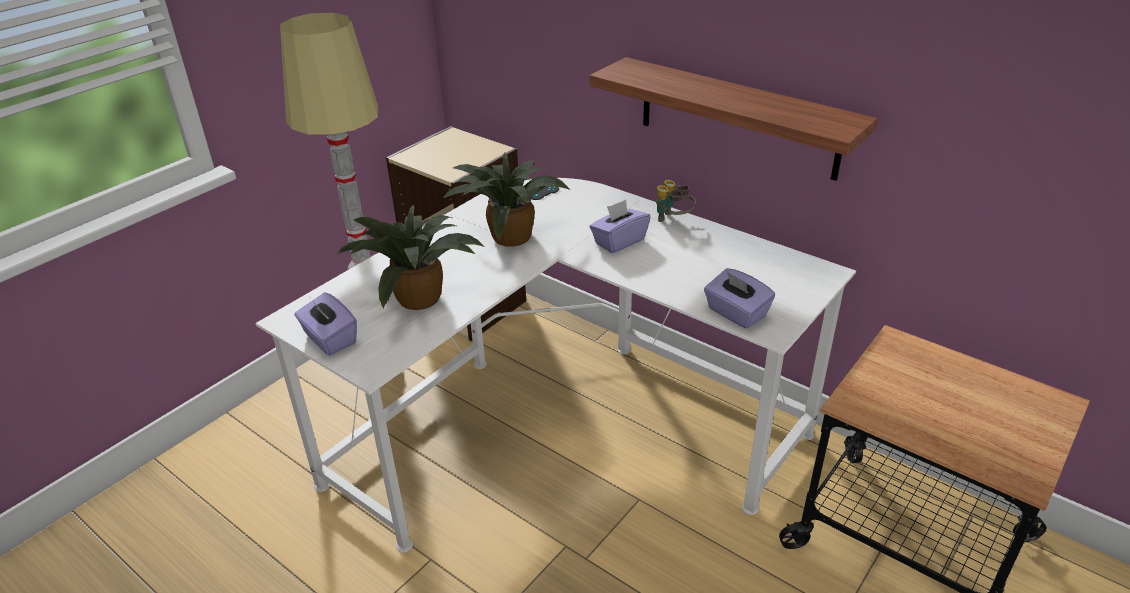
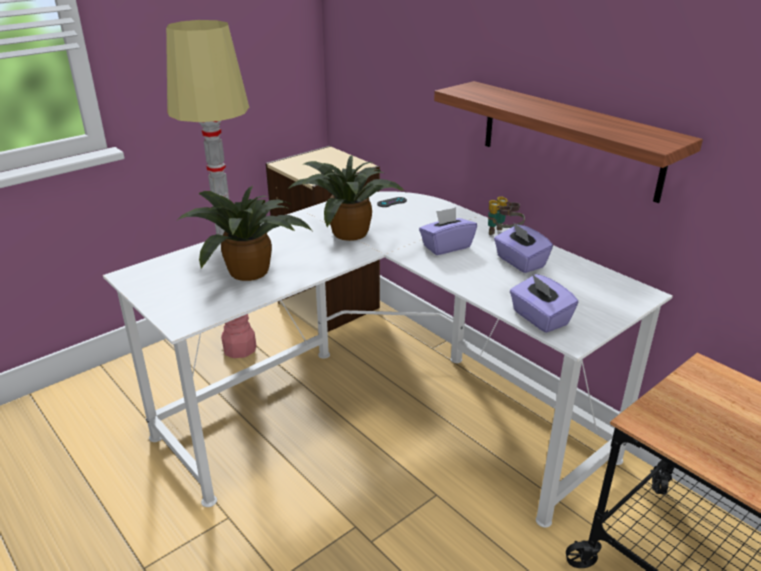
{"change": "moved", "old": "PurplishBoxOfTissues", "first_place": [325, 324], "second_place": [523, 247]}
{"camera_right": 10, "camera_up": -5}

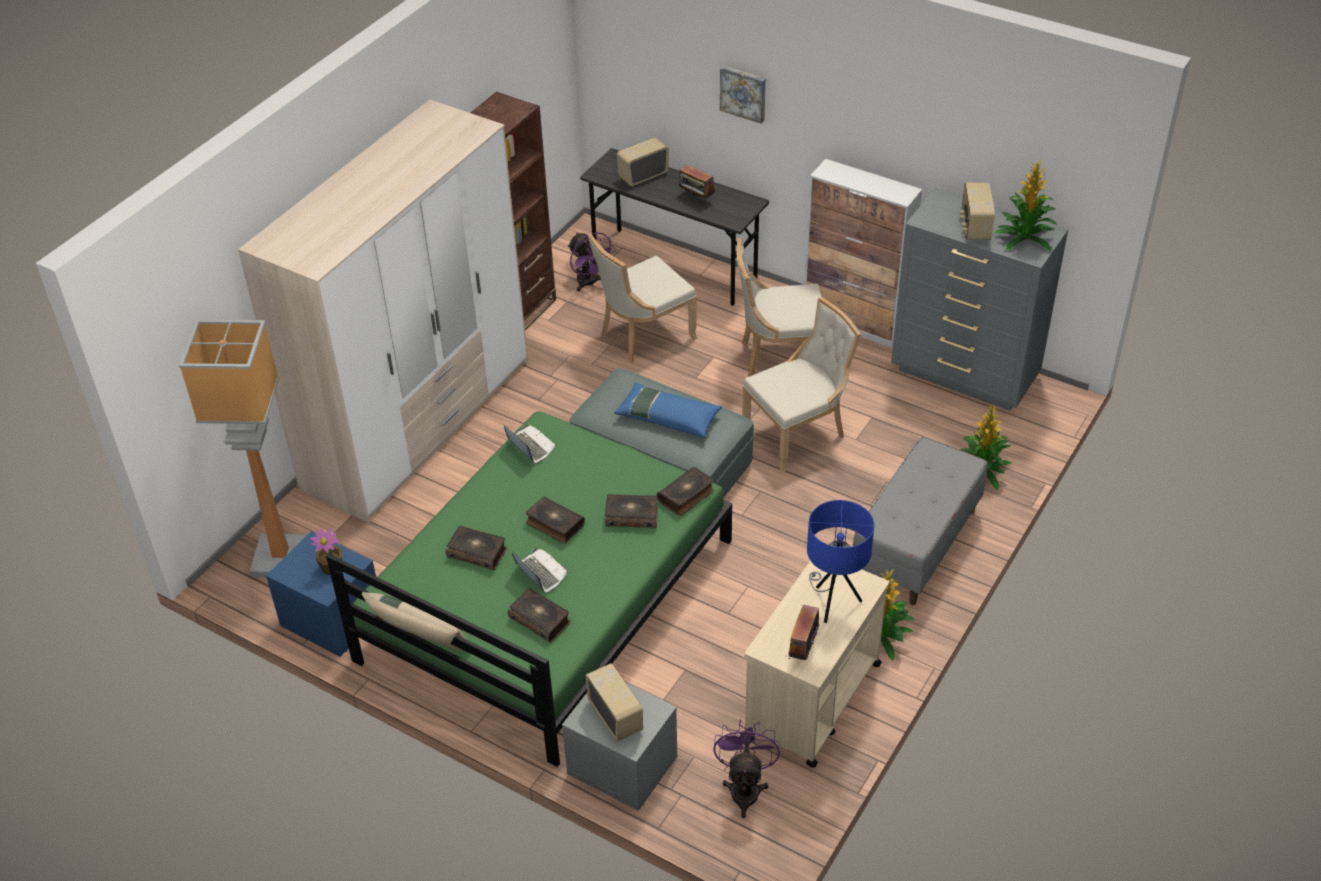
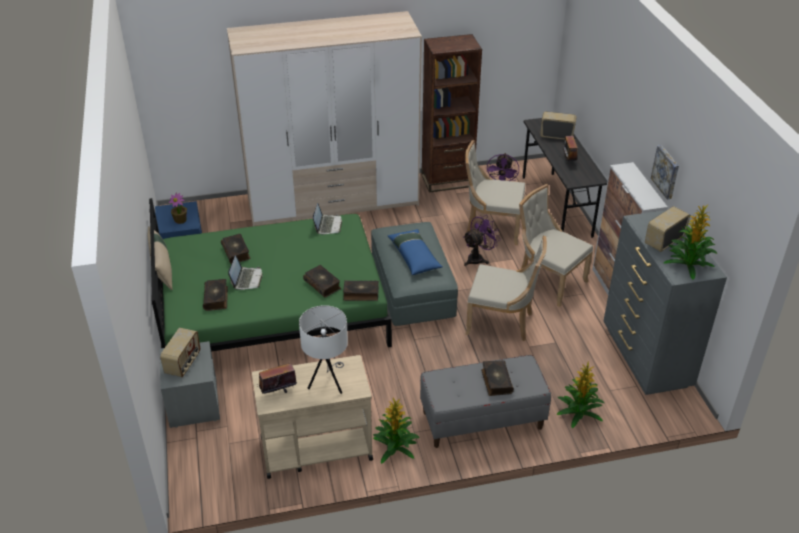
{"change": "moved", "old": "Picture", "first_place": [743, 95], "second_place": [665, 172]}
{"change": "removed", "old": "FloorLamp", "first_place": [243, 449]}
{"change": "moved", "old": "BoundBook", "first_place": [555, 520], "second_place": [497, 378]}
{"change": "recoloured", "old": "BluishTableLamp", "new": "WhiteTableLamp", "first_place": [840, 561], "second_place": [323, 349]}
{"change": "moved", "old": "PurplishElectricFan", "first_place": [747, 769], "second_place": [482, 240]}
{"camera_right": 45, "camera_up": -5}

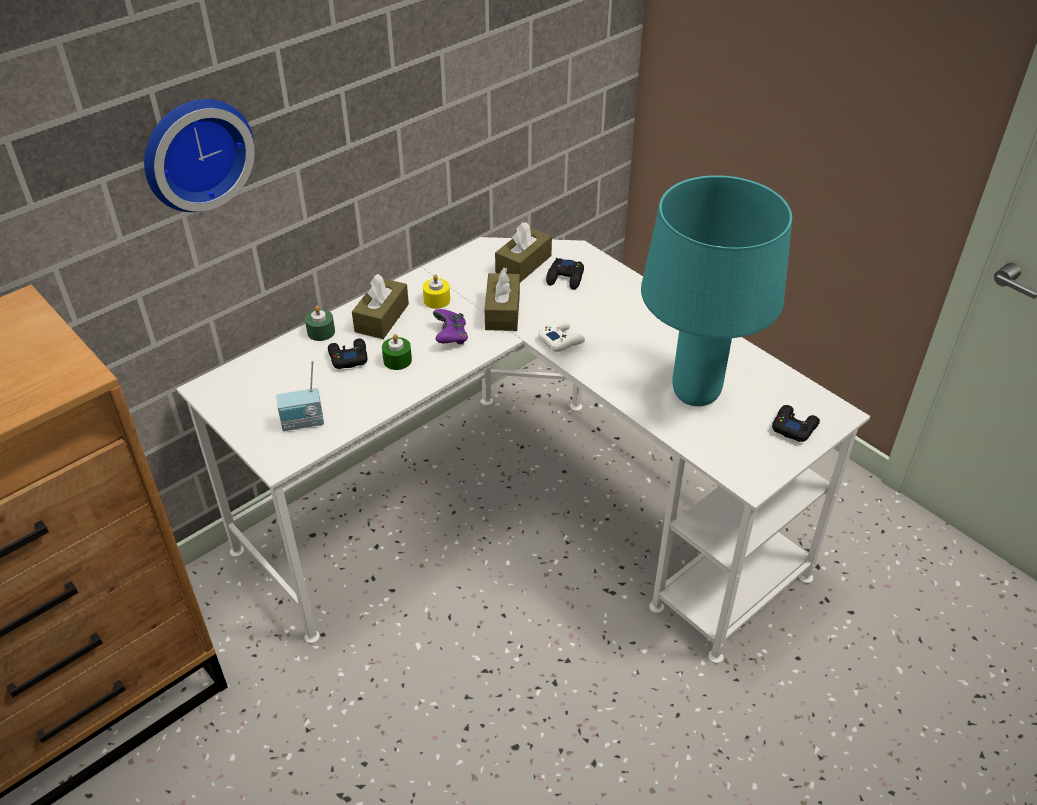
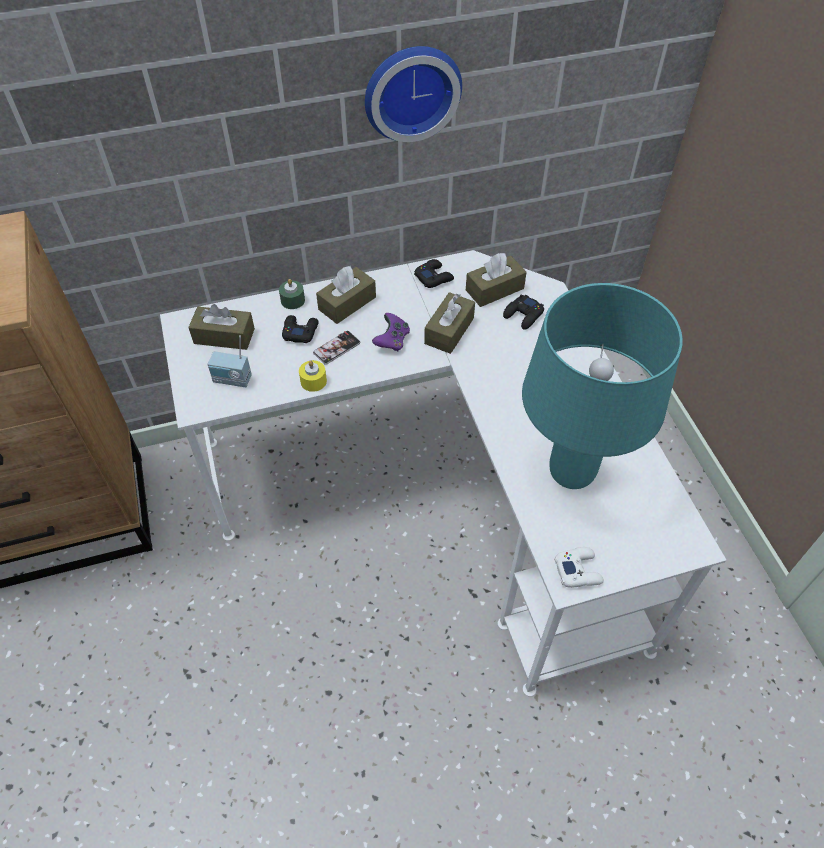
{"change": "moved", "old": "WallClock", "first_place": [199, 155], "second_place": [413, 94]}
{"change": "moved", "old": "YellowWaxLight", "first_place": [436, 291], "second_place": [313, 376]}
{"change": "moved", "old": "WhiteGameController", "first_place": [561, 335], "second_place": [579, 567]}
{"change": "replaced", "old": "GreenishWaxLight", "new": "Handset", "first_place": [397, 352], "second_place": [336, 348]}
{"change": "moved", "old": "BlackishGameController", "first_place": [796, 423], "second_place": [434, 273]}
{"change": "added", "new": "BrownBoxOfTissues", "second_place": [221, 327]}
{"camera_right": 25, "camera_up": 10}

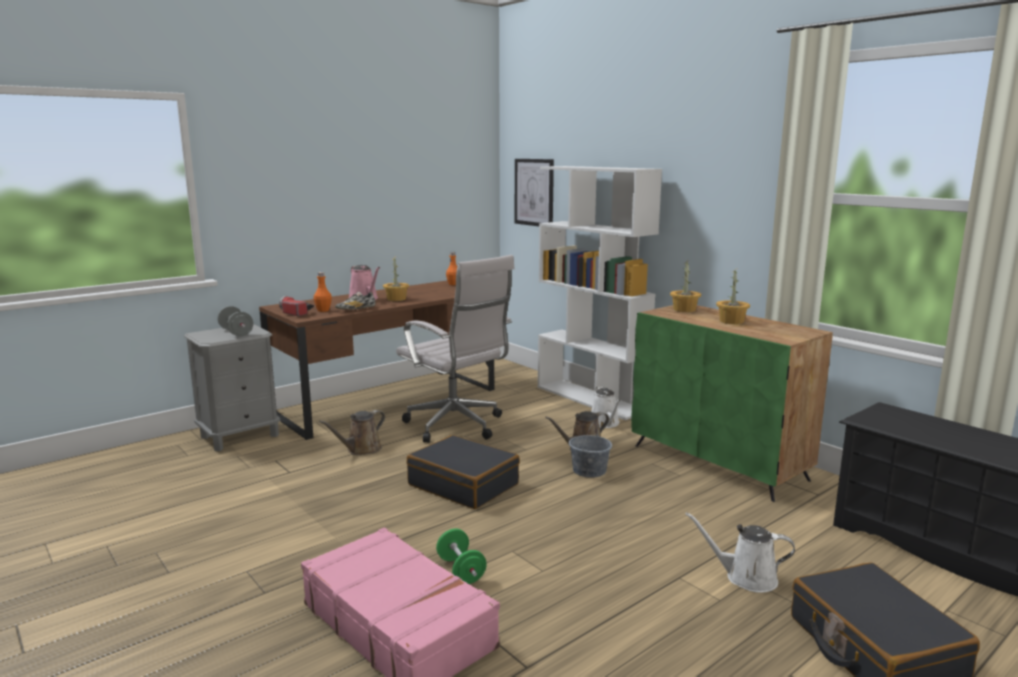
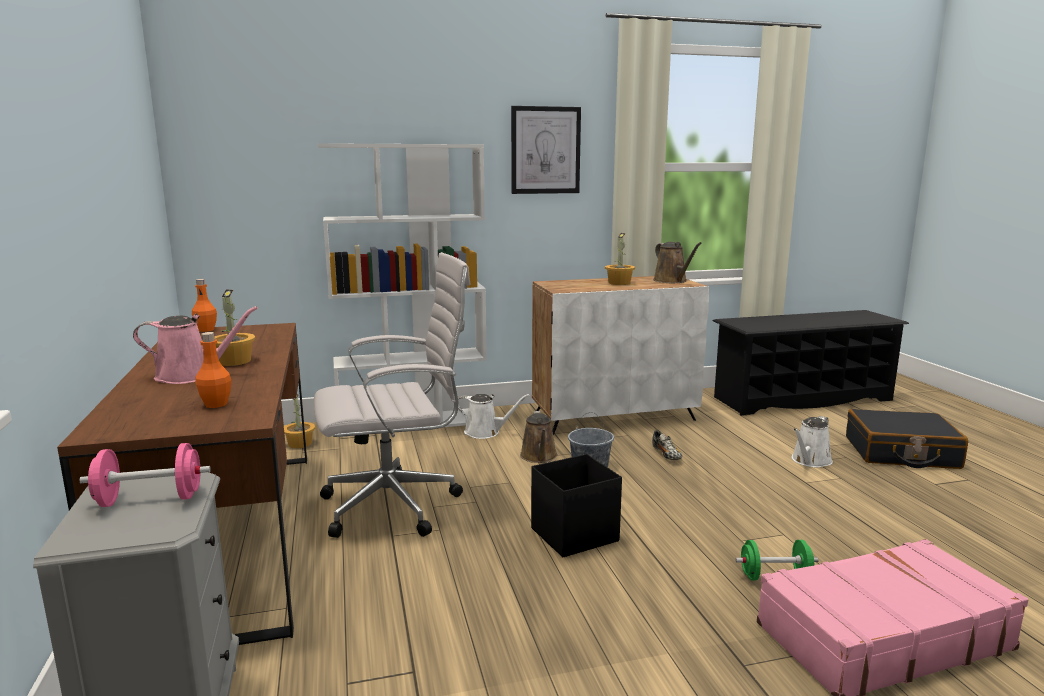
{"change": "moved", "old": "Picture", "first_place": [534, 192], "second_place": [546, 150]}
{"change": "moved", "old": "Houseplant", "first_place": [685, 286], "second_place": [299, 421]}
{"change": "moved", "old": "LowShoe", "first_place": [355, 300], "second_place": [667, 445]}
{"change": "removed", "old": "Torch", "first_place": [296, 306]}
{"change": "recoloured", "old": "GreenishCupboard", "new": "WhiteCupboard", "first_place": [732, 403], "second_place": [620, 355]}
{"change": "recoloured", "old": "GreyFreeWeight", "new": "PinkishFreeWeight", "first_place": [235, 321], "second_place": [145, 475]}
{"change": "moved", "old": "BrownSprinklingCan", "first_place": [352, 432], "second_place": [677, 262]}
{"change": "replaced", "old": "BlackishPieceOfLuggage", "new": "BlackishStorageBin", "first_place": [463, 472], "second_place": [576, 505]}
{"camera_right": -65, "camera_up": 0}

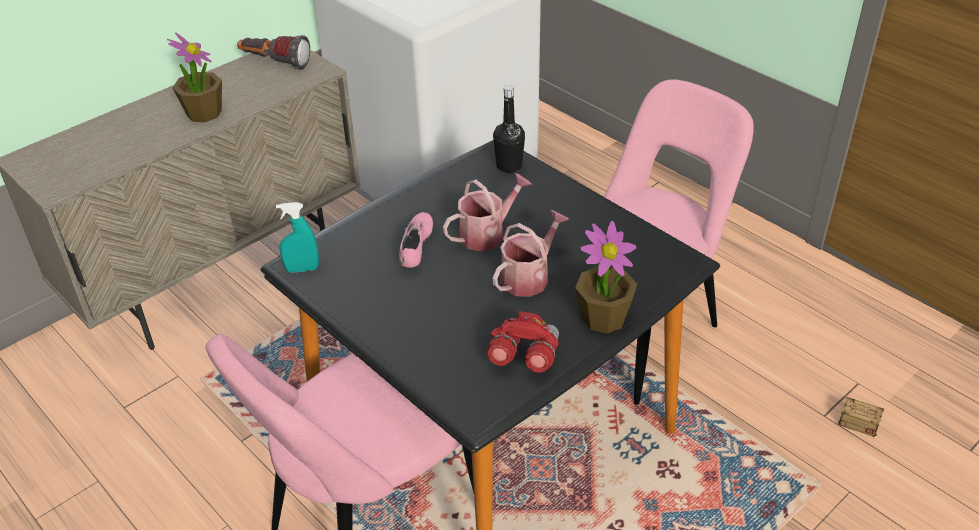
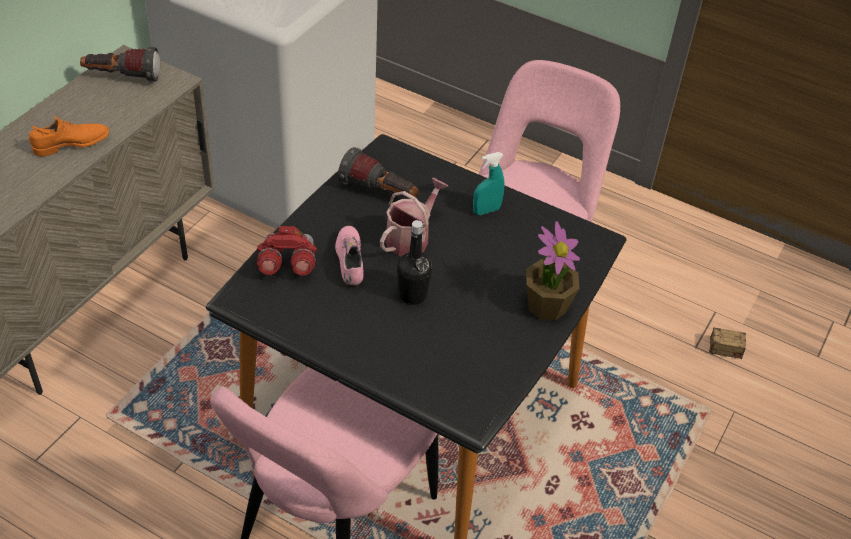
{"change": "replaced", "old": "Houseplant", "new": "OrangeyLowShoe", "first_place": [194, 77], "second_place": [69, 136]}
{"change": "moved", "old": "BlackishBottle", "first_place": [509, 129], "second_place": [414, 262]}
{"change": "moved", "old": "TurquoiseColouredSprayer", "first_place": [297, 237], "second_place": [489, 183]}
{"change": "removed", "old": "SprinklingCan", "first_place": [531, 253]}
{"change": "moved", "old": "RedColouredBinoculars", "first_place": [523, 342], "second_place": [287, 250]}
{"change": "added", "new": "Torch", "second_place": [378, 172]}
{"camera_right": -20, "camera_up": 5}

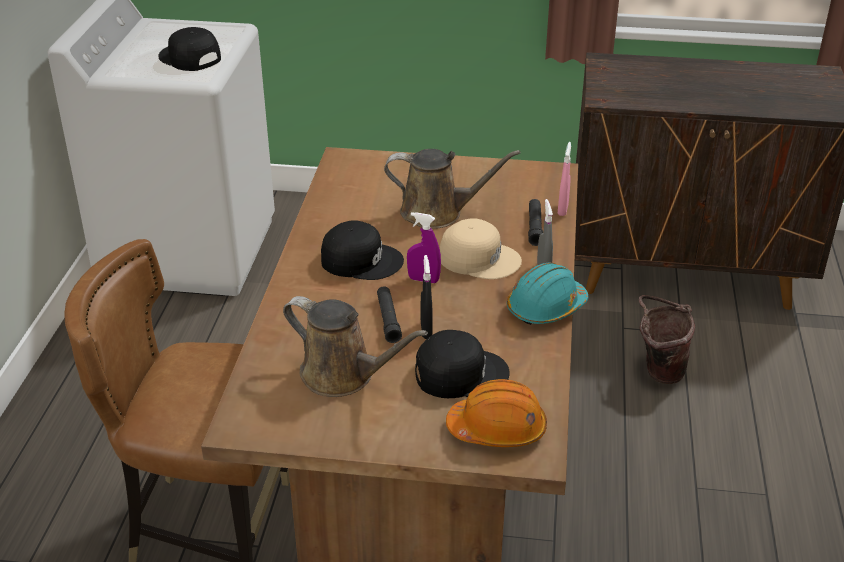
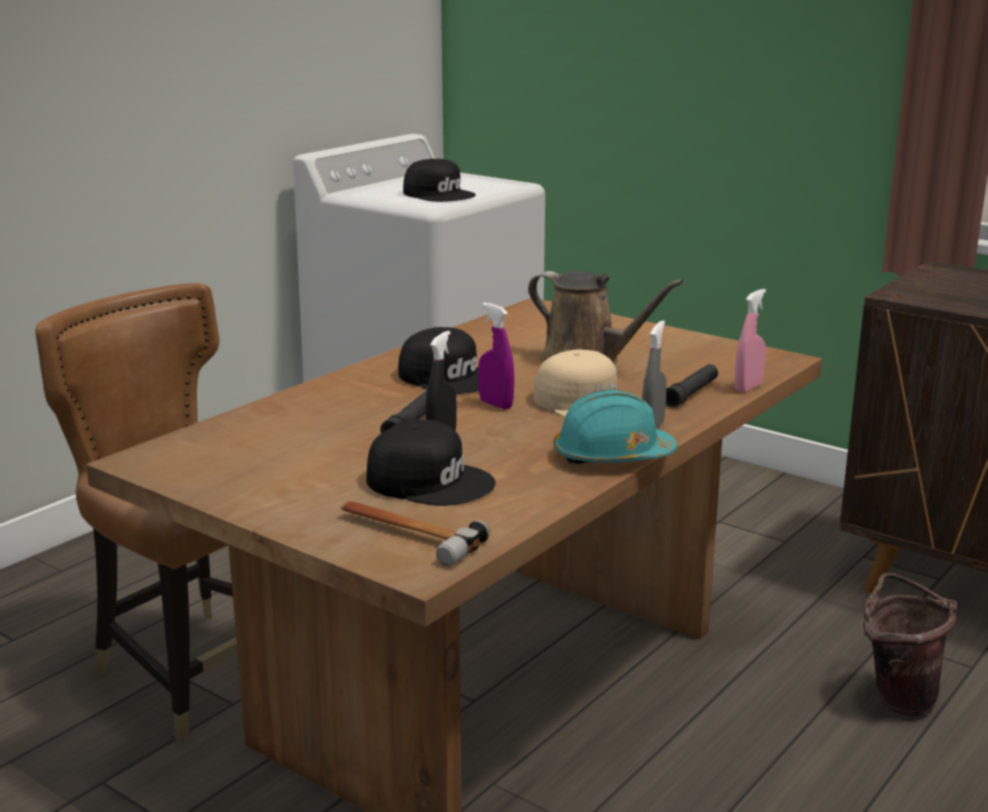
{"change": "turned", "old": "BlackishPeakedCap", "first_place": [190, 49], "second_place": [439, 180], "degrees": 150}
{"change": "removed", "old": "BrownSprinklingCan", "first_place": [355, 346]}
{"change": "replaced", "old": "OrangeySafetyHelmet", "new": "Hammer", "first_place": [496, 413], "second_place": [415, 533]}
{"camera_right": 30, "camera_up": -15}

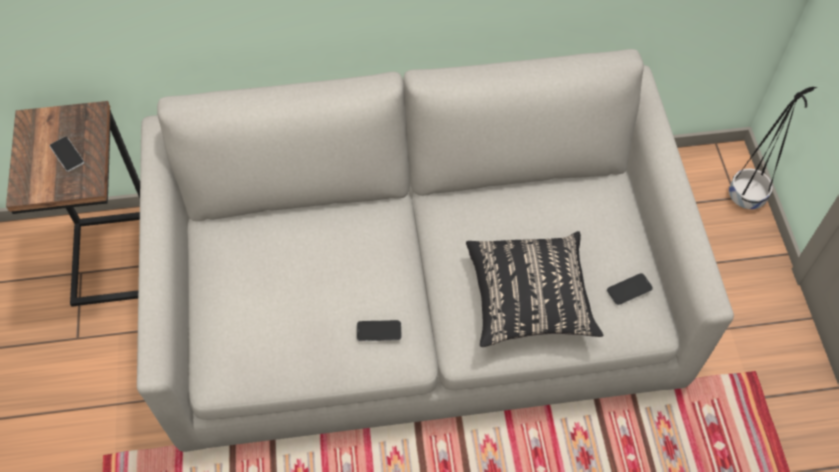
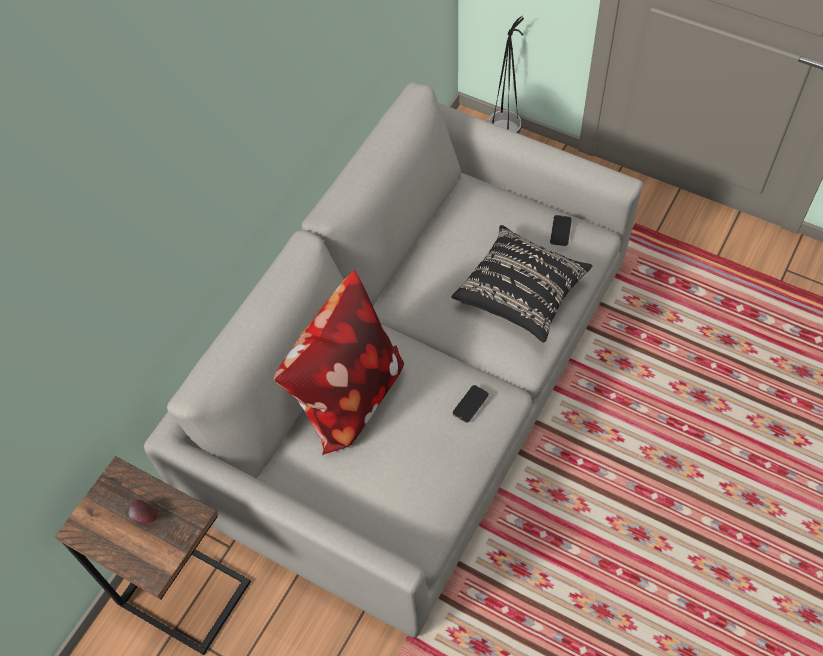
{"change": "replaced", "old": "Handset", "new": "AppleFruit", "first_place": [67, 154], "second_place": [142, 511]}
{"change": "added", "new": "ThrowPillow", "second_place": [339, 362]}
{"camera_right": -50, "camera_up": 0}

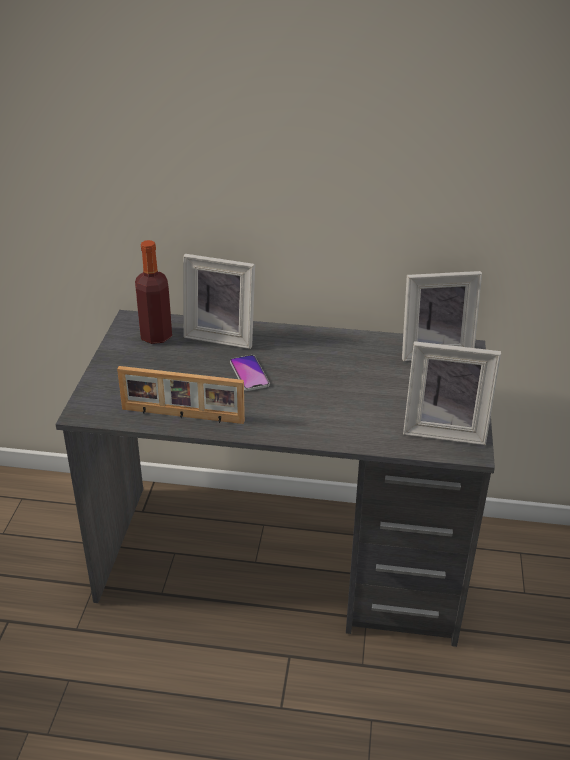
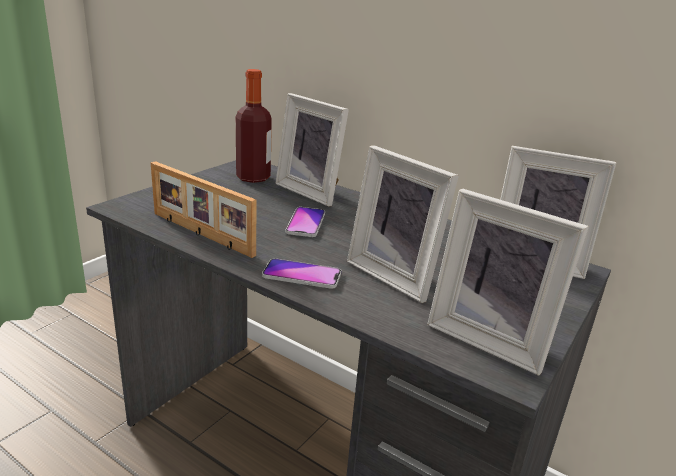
{"change": "added", "new": "StandingFrame", "second_place": [403, 224]}
{"change": "added", "new": "Handset", "second_place": [301, 273]}
{"camera_right": 25, "camera_up": -10}

